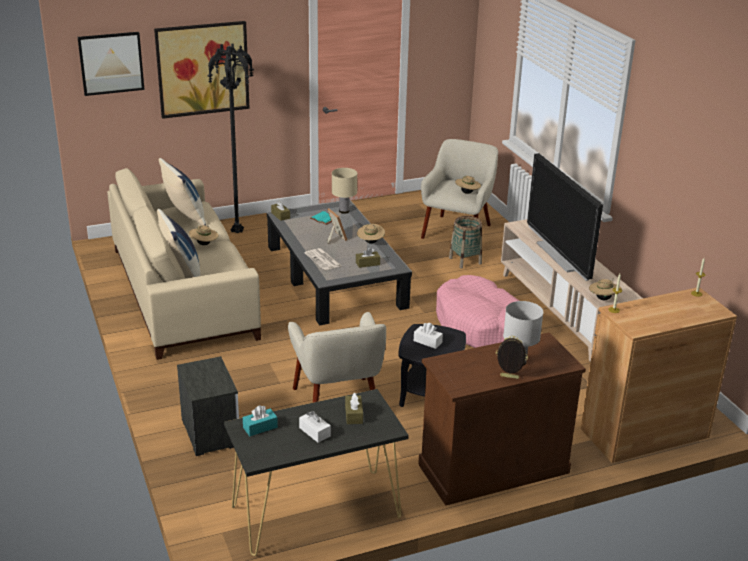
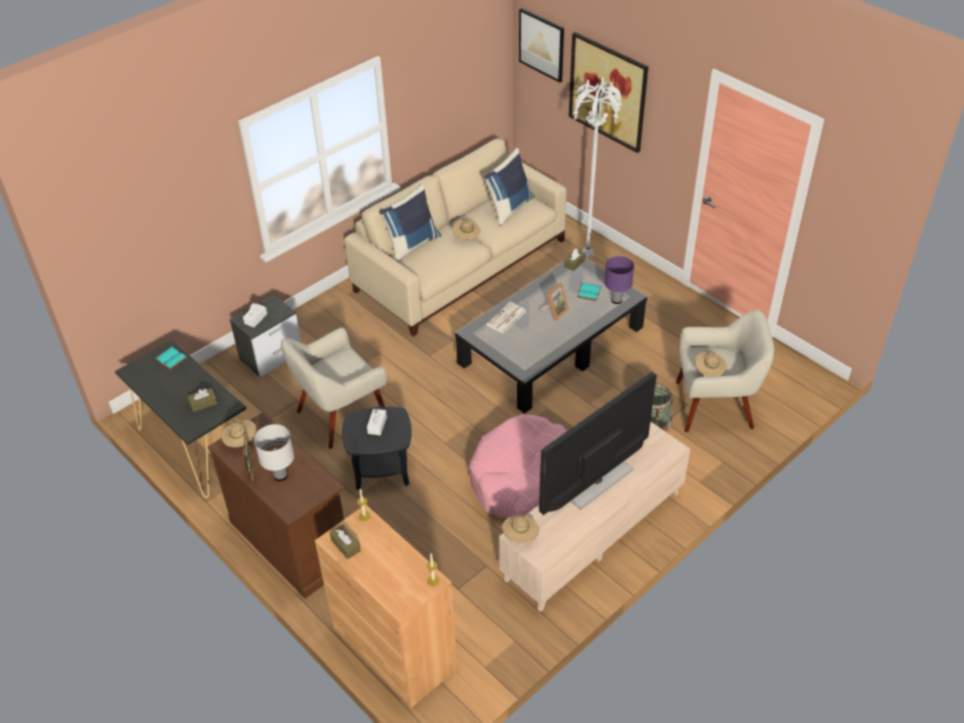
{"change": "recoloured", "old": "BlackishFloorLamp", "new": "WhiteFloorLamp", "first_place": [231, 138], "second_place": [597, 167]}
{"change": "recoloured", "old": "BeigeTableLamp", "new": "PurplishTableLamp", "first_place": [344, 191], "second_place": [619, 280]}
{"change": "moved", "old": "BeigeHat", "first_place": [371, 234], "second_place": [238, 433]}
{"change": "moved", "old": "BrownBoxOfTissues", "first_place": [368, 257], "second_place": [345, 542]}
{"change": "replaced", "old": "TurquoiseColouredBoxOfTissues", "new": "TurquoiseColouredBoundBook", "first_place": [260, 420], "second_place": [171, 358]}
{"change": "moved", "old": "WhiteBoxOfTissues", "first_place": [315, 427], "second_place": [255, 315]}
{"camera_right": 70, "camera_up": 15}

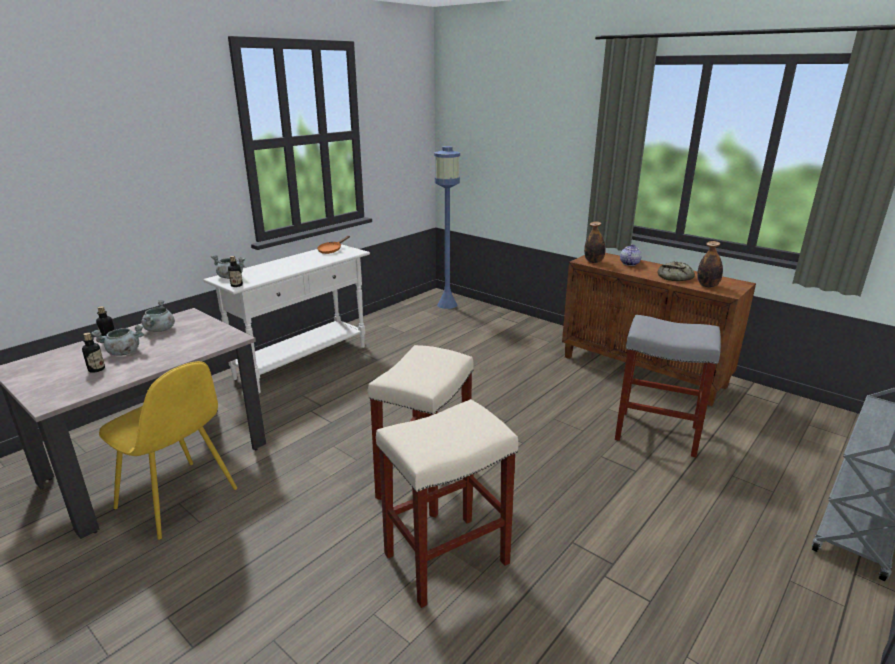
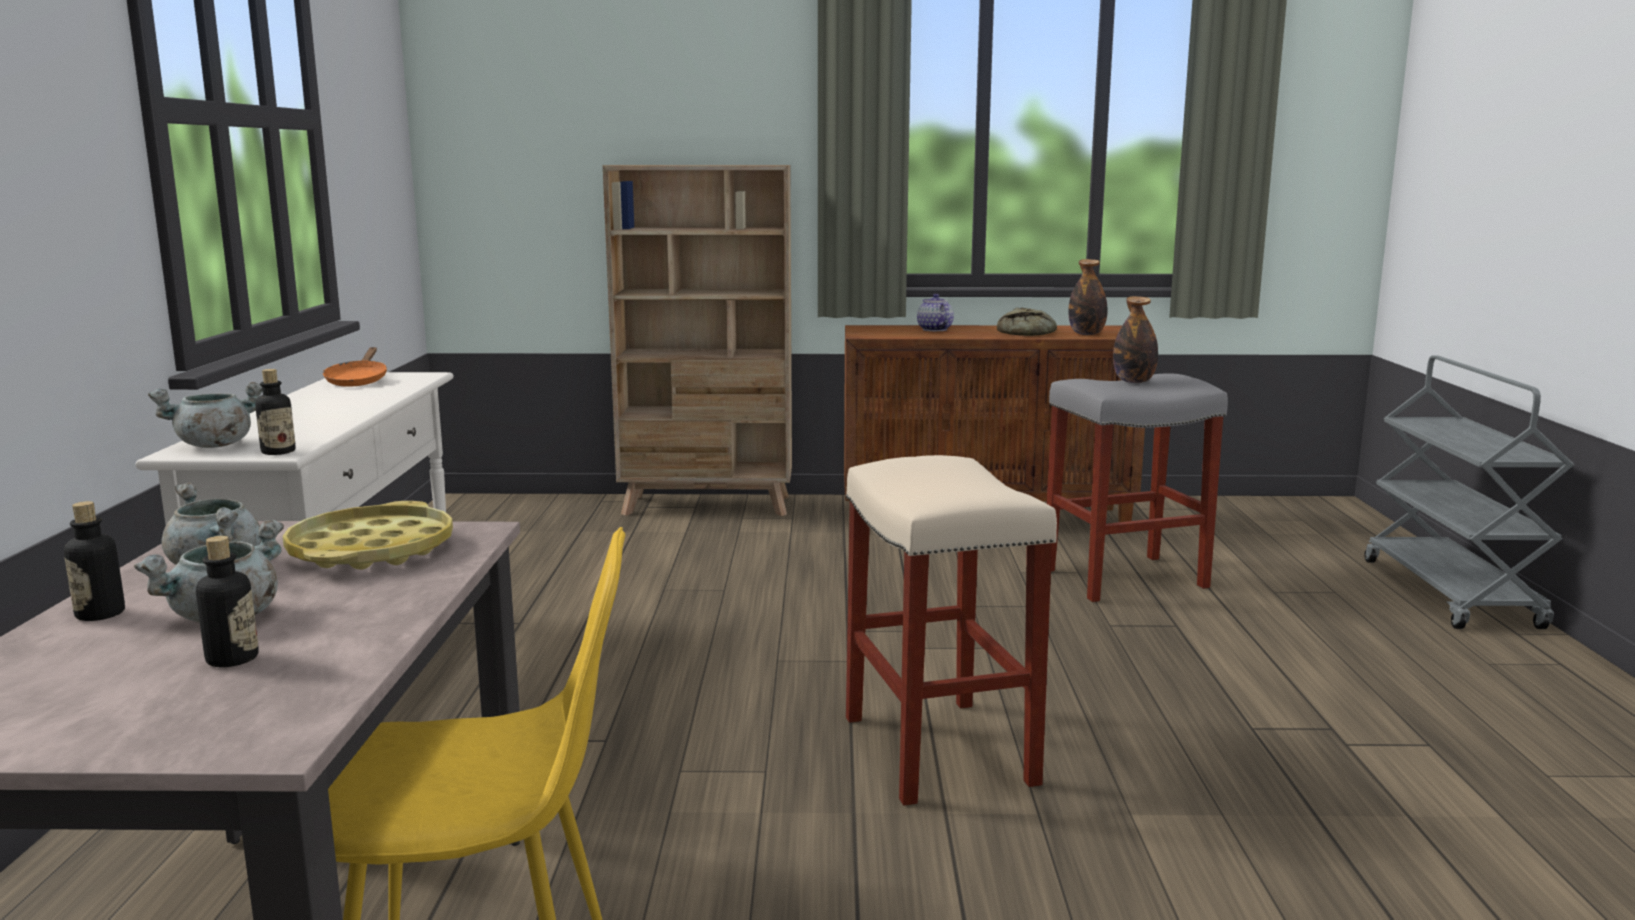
{"change": "removed", "old": "BluishFloorLamp", "first_place": [447, 227]}
{"change": "moved", "old": "Bottle", "first_place": [594, 242], "second_place": [1135, 339]}
{"change": "removed", "old": "BeigeStoolSeat", "first_place": [447, 503]}
{"change": "added", "new": "BeigeBookshelf", "second_place": [697, 340]}
{"change": "added", "new": "YellowCarryingTray", "second_place": [368, 535]}
{"camera_right": -40, "camera_up": -10}

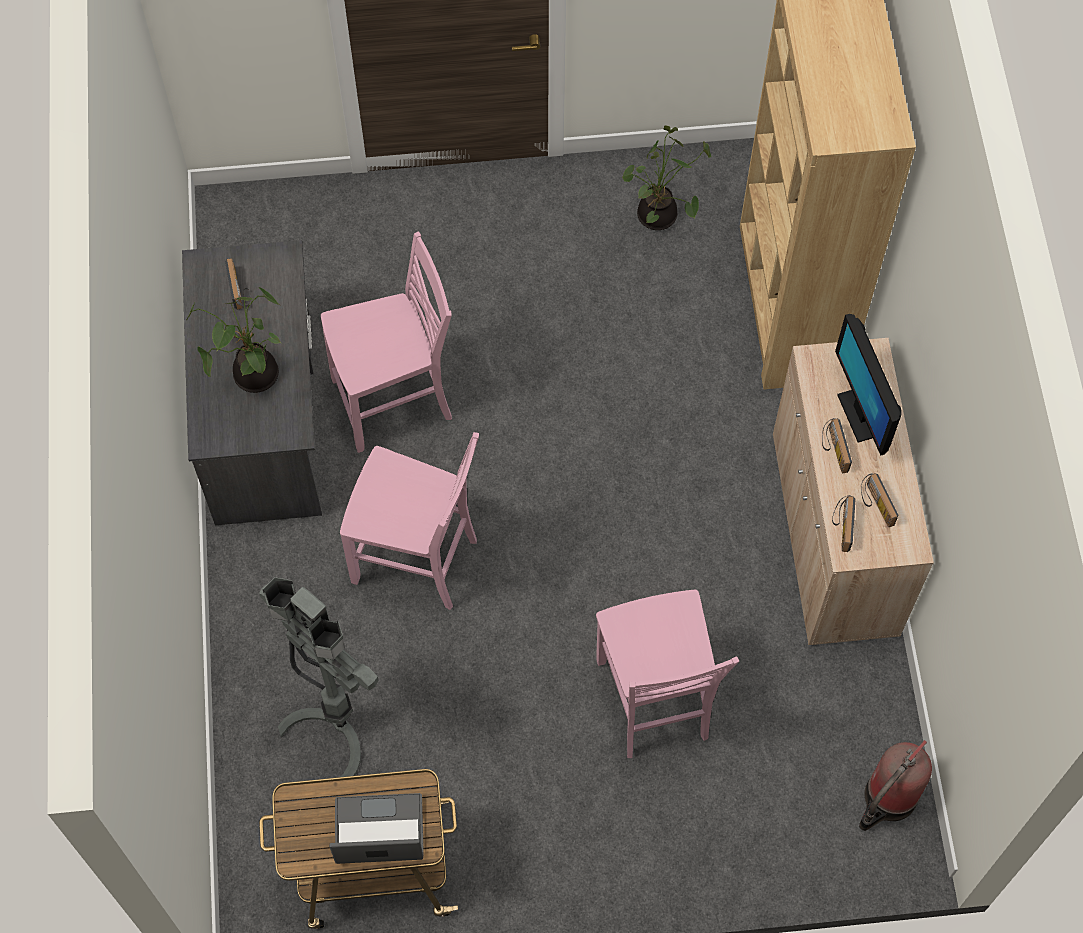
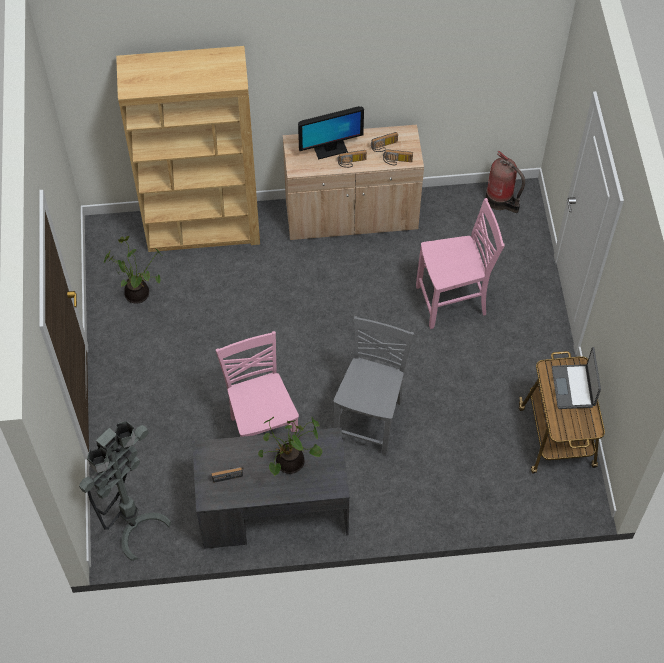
{"change": "recoloured", "old": "PinkishPlainChair", "new": "GreyPlainChair", "first_place": [409, 521], "second_place": [373, 386]}
{"change": "moved", "old": "GreyFloorLamp", "first_place": [319, 677], "second_place": [125, 491]}
{"camera_right": -90, "camera_up": -5}

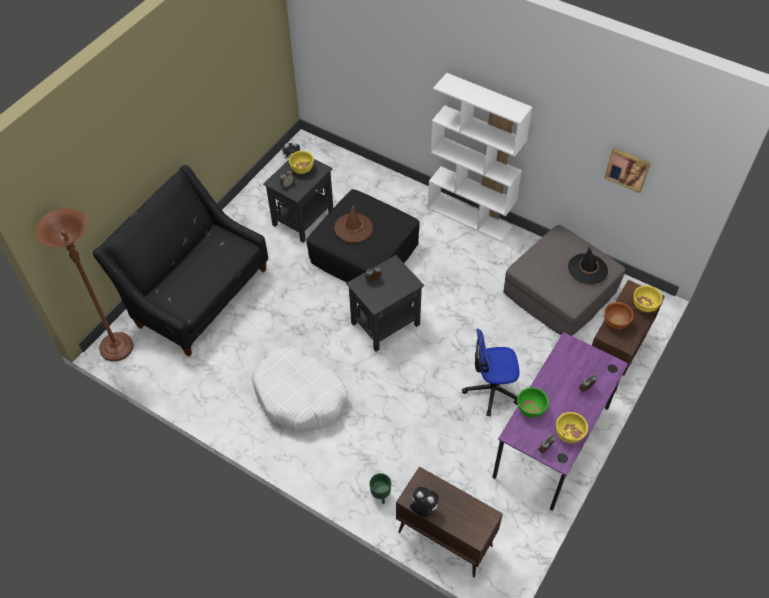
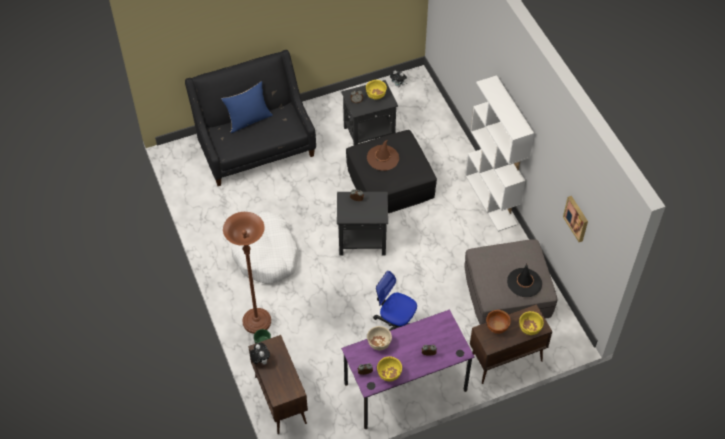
{"change": "moved", "old": "BrownFloorLamp", "first_place": [84, 285], "second_place": [247, 273]}
{"change": "recoloured", "old": "GreenishServingBowl", "new": "BeigeServingBowl", "first_place": [533, 402], "second_place": [379, 338]}
{"change": "added", "new": "BluishThrowPillow", "second_place": [247, 107]}
{"camera_right": 35, "camera_up": 0}

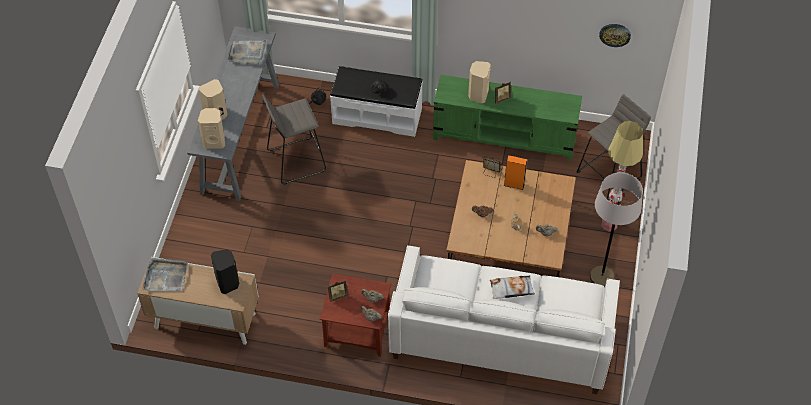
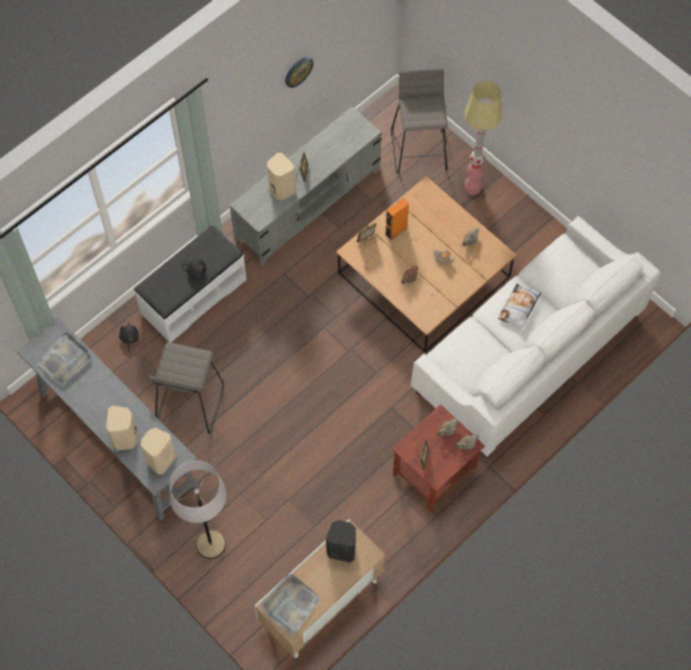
{"change": "moved", "old": "WallClock", "first_place": [615, 35], "second_place": [299, 72]}
{"change": "recoloured", "old": "GreenishMediaConsole", "new": "GreyMediaConsole", "first_place": [507, 118], "second_place": [305, 186]}
{"change": "moved", "old": "GreyFloorLamp", "first_place": [616, 230], "second_place": [197, 509]}
{"camera_right": -55, "camera_up": 10}

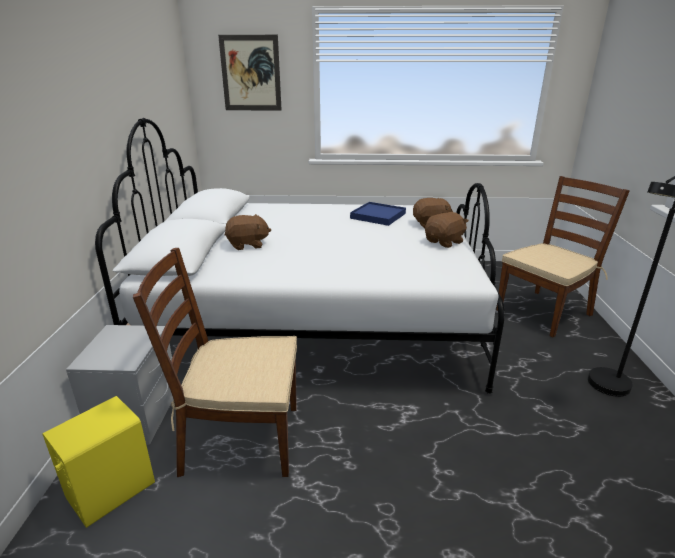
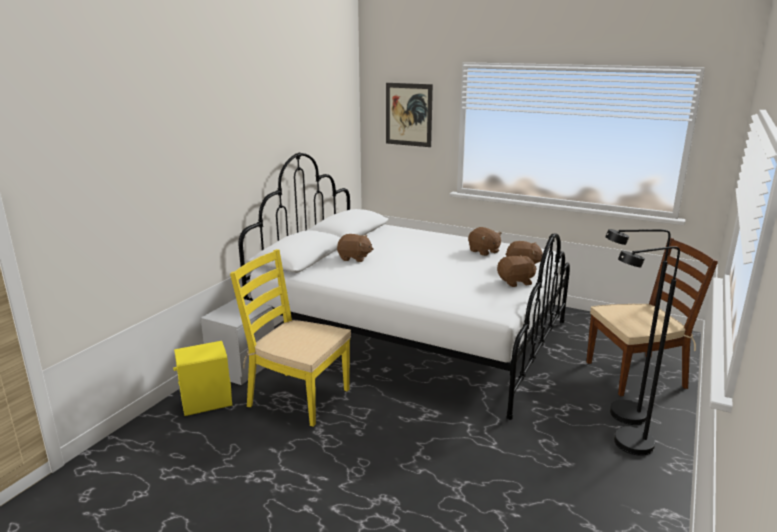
{"change": "replaced", "old": "BluishCarryingTray", "new": "BrownPlushToy", "first_place": [378, 214], "second_place": [485, 241]}
{"change": "recoloured", "old": "BrownPlainChair", "new": "YellowPlainChair", "first_place": [215, 362], "second_place": [290, 338]}
{"change": "added", "new": "BlackishFloorLamp", "second_place": [638, 327]}
{"camera_right": 25, "camera_up": -5}

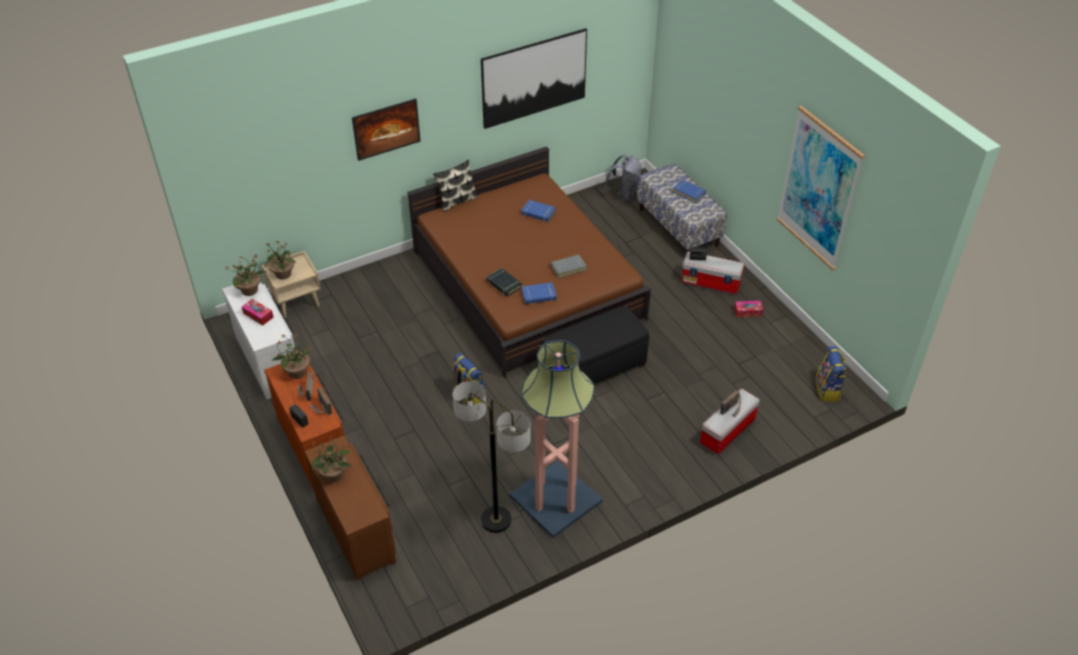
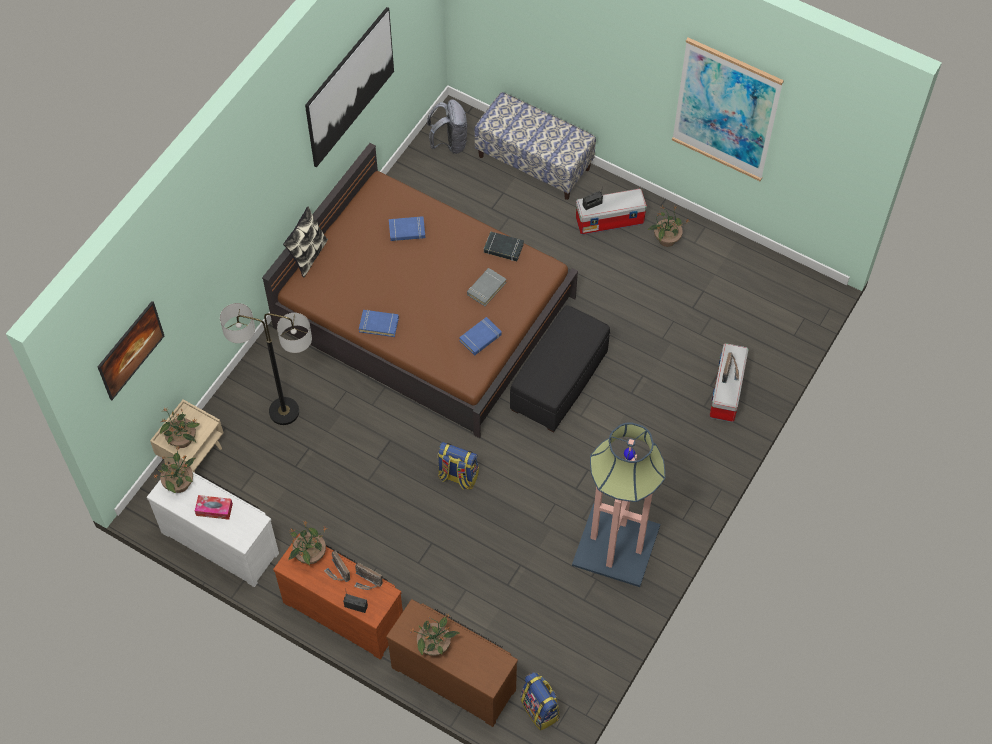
{"change": "moved", "old": "Picture", "first_place": [386, 129], "second_place": [130, 350]}
{"change": "moved", "old": "BluishBoundBook", "first_place": [689, 191], "second_place": [379, 323]}
{"change": "moved", "old": "BlackishBoundBook", "first_place": [504, 282], "second_place": [504, 247]}
{"change": "replaced", "old": "BoxOfTissues", "new": "Houseplant", "first_place": [748, 309], "second_place": [668, 226]}
{"change": "moved", "old": "Rucksack", "first_place": [831, 374], "second_place": [540, 701]}
{"change": "moved", "old": "FloorLamp", "first_place": [492, 457], "second_place": [266, 364]}
{"camera_right": -30, "camera_up": 15}

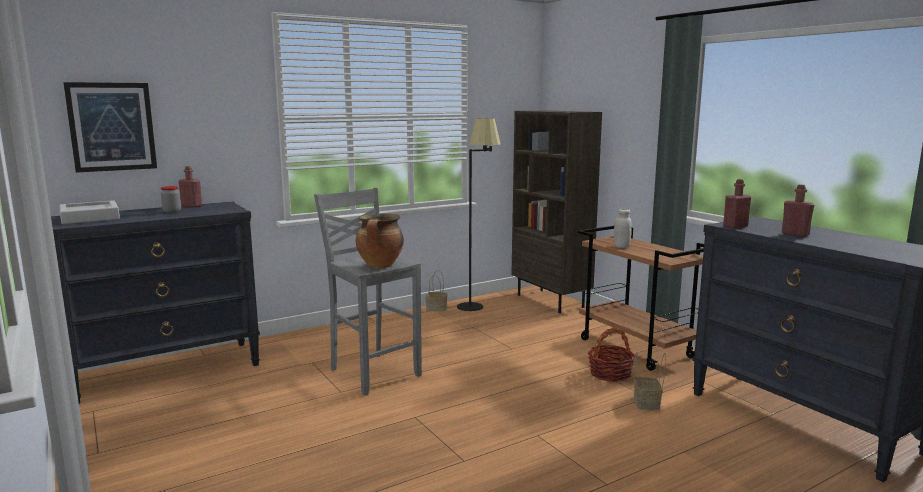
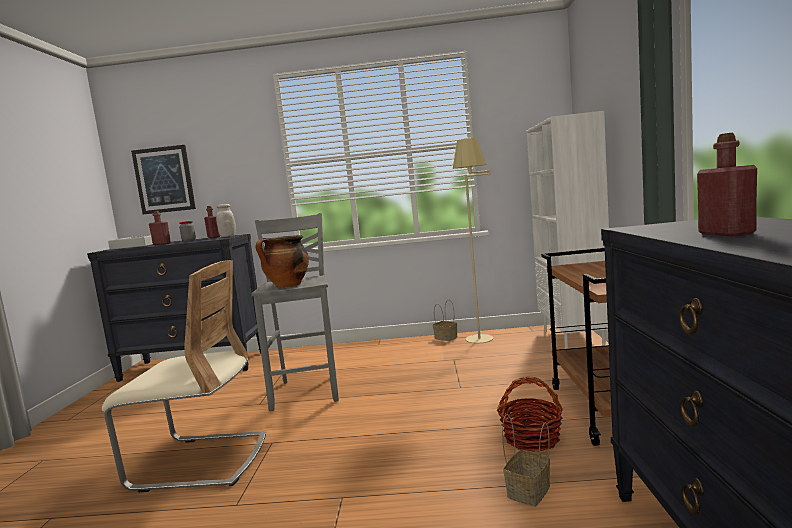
{"change": "recoloured", "old": "BrownBookshelf", "new": "WhiteBookshelf", "first_place": [556, 211], "second_place": [567, 230]}
{"change": "recoloured", "old": "BlackishFloorLamp", "new": "BeigeFloorLamp", "first_place": [479, 214], "second_place": [473, 240]}
{"change": "moved", "old": "RedColouredBottle", "first_place": [737, 204], "second_place": [160, 228]}
{"change": "moved", "old": "WhiteJar", "first_place": [623, 228], "second_place": [226, 220]}
{"change": "added", "new": "BeigePlainChair", "second_place": [184, 376]}
{"camera_right": 35, "camera_up": -5}

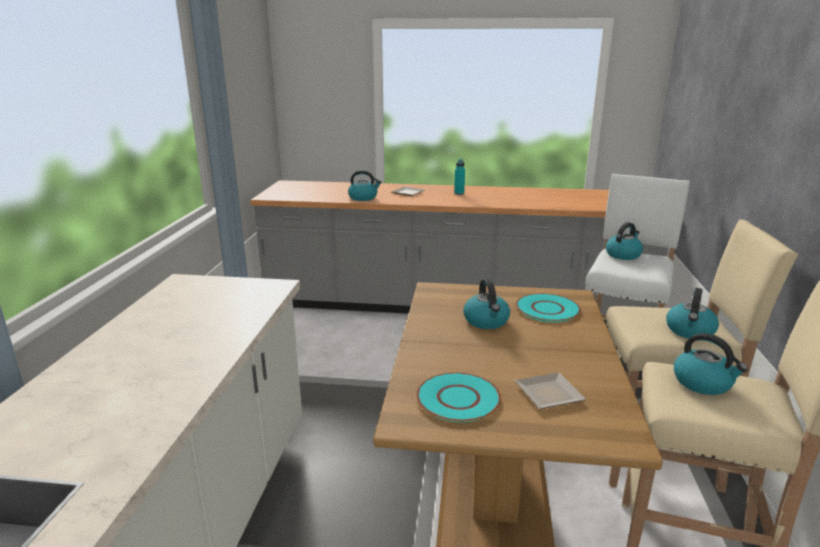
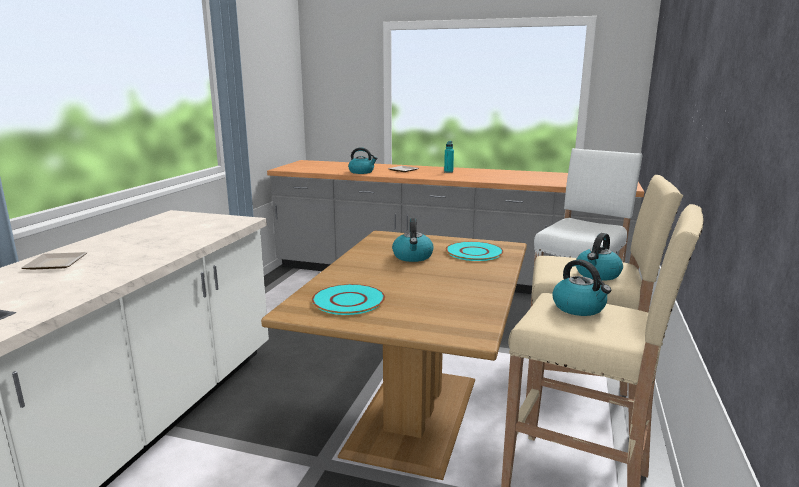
{"change": "removed", "old": "WaterKettle", "first_place": [624, 241]}
{"change": "moved", "old": "FlatDish", "first_place": [551, 390], "second_place": [54, 260]}
{"camera_right": 10, "camera_up": -5}

